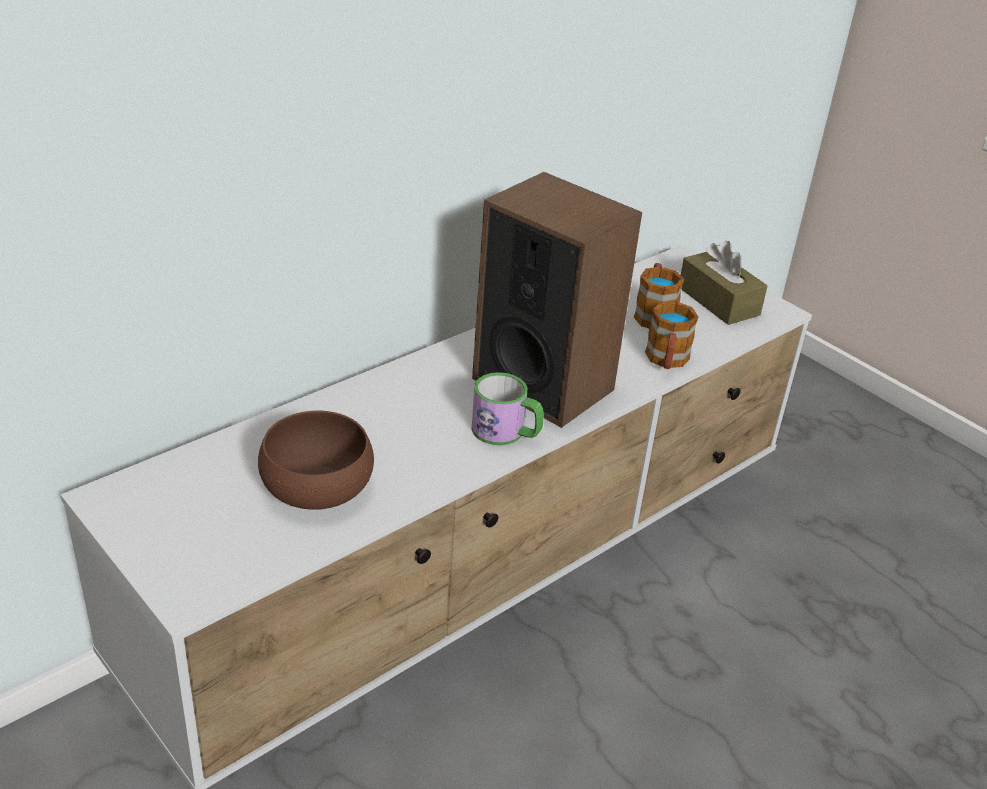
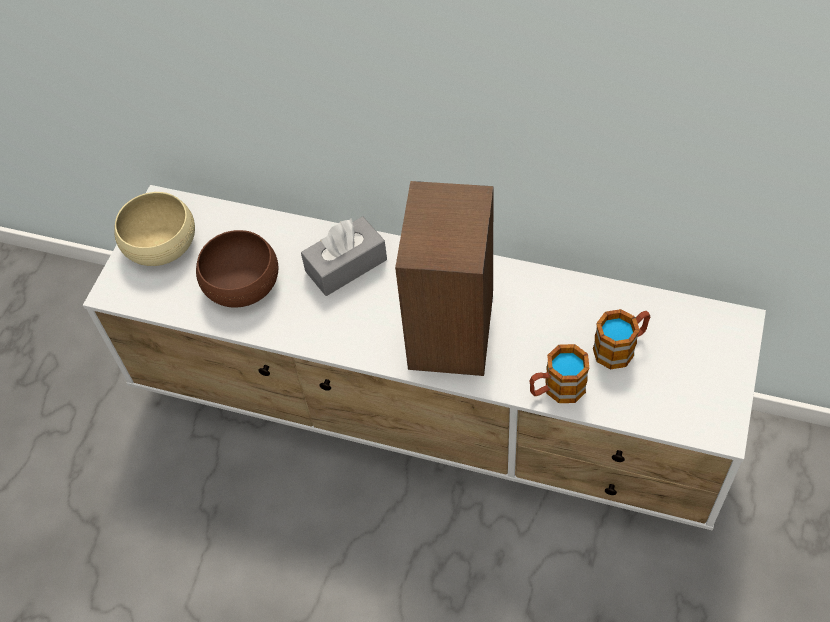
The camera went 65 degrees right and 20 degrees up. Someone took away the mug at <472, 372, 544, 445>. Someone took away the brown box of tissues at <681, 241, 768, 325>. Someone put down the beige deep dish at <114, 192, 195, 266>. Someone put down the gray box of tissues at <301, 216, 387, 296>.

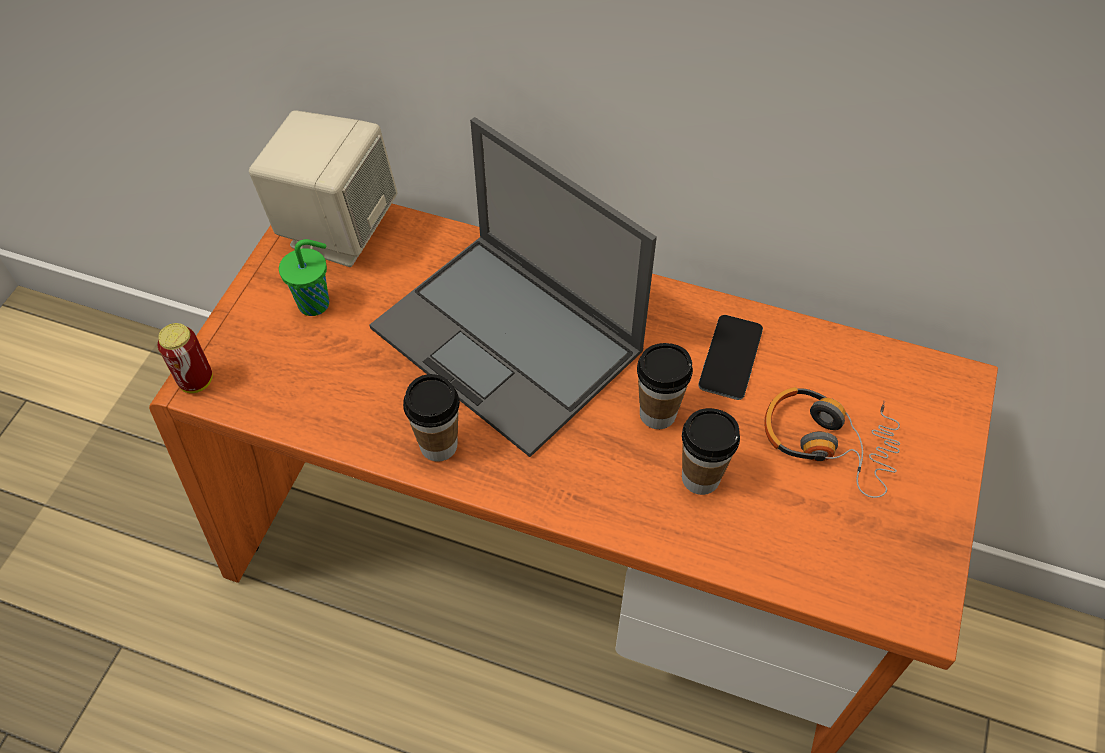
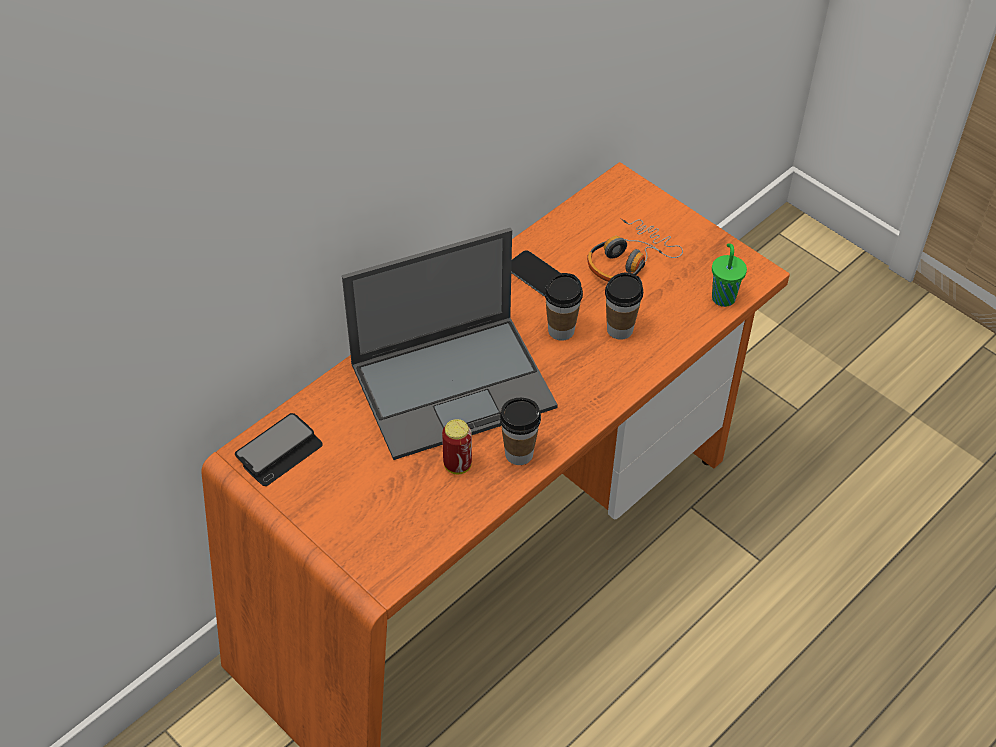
The camera went 65 degrees left and 5 degrees down. Someone carried the can from <158, 323, 213, 393> to <442, 419, 472, 474>. Someone swapped the beige audio speaker at <249, 111, 397, 267> for the handset at <235, 413, 323, 486>. Someone carried the green cup from <279, 239, 329, 316> to <712, 243, 747, 307>.

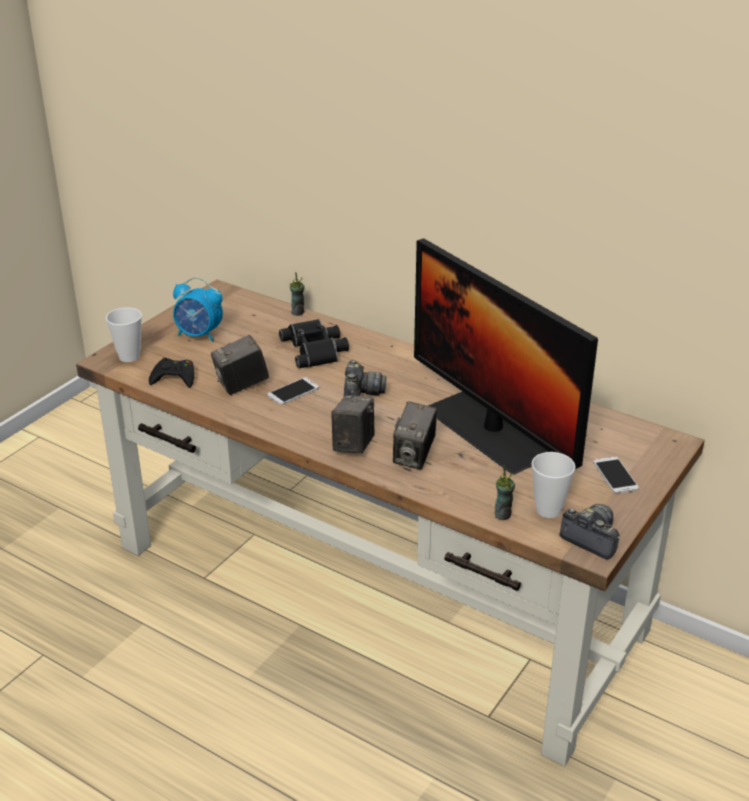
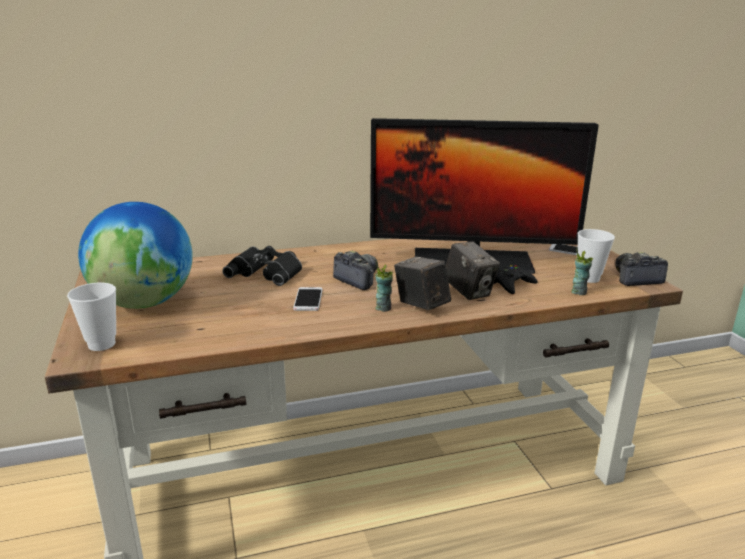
The camera went 50 degrees left and 10 degrees down. Someone carried the black game controller from <149, 358, 194, 388> to <494, 265, 538, 294>. Someone swapped the alarm clock at <173, 277, 223, 342> for the globe at <78, 202, 193, 309>. Someone took away the photo camera at <211, 335, 269, 395>. Someone carried the cup from <290, 272, 304, 316> to <375, 261, 393, 312>.

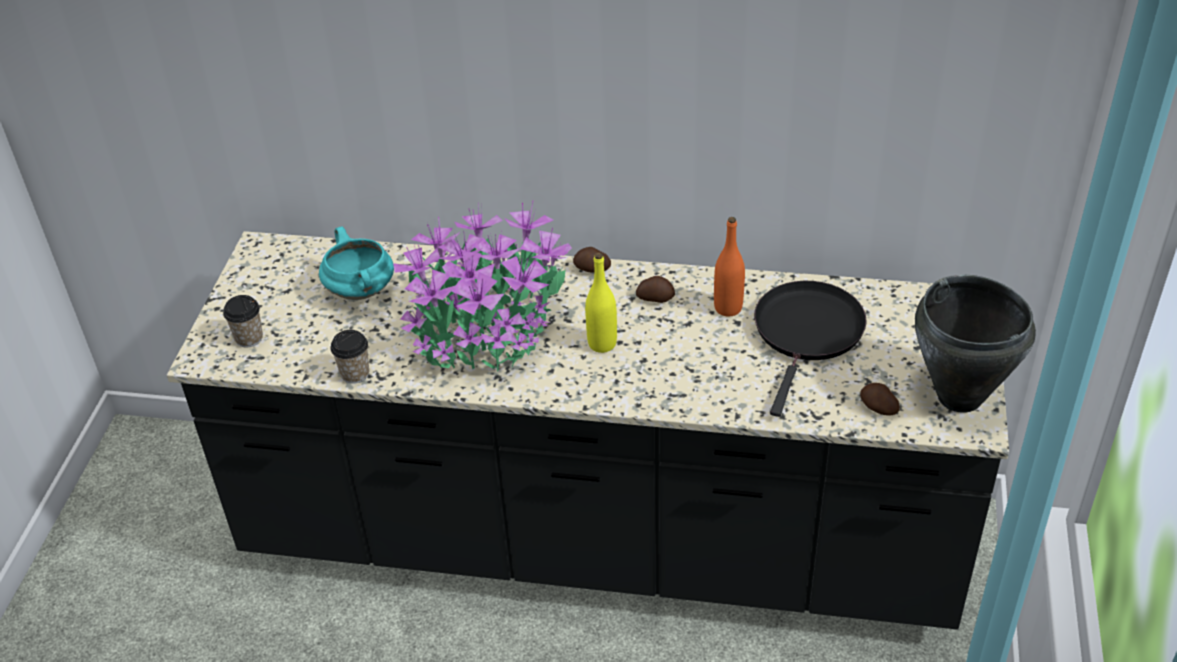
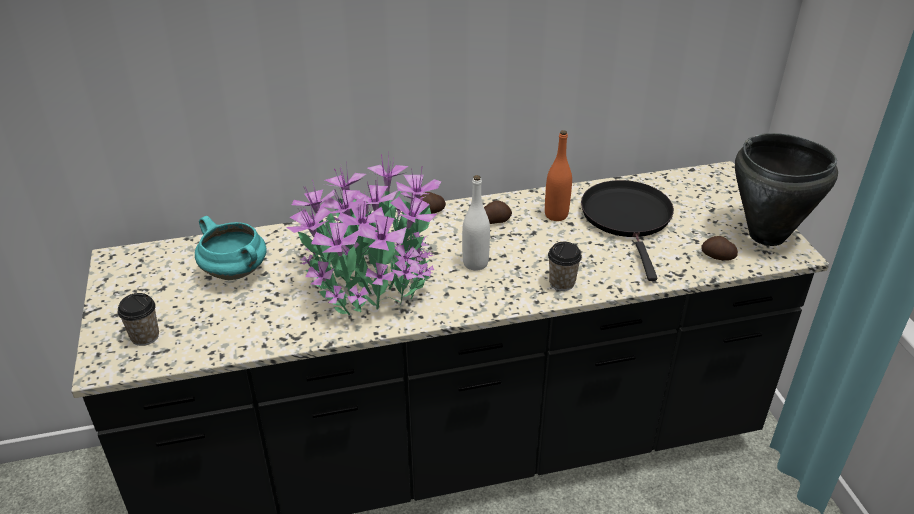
The camera went 25 degrees left and 5 degrees down. Someone carried the cup from <330, 330, 369, 384> to <548, 242, 582, 291>. Someone repainted the yellow drink bottle at <585, 252, 617, 353>, which became the whitish drink bottle at <462, 175, 490, 271>.

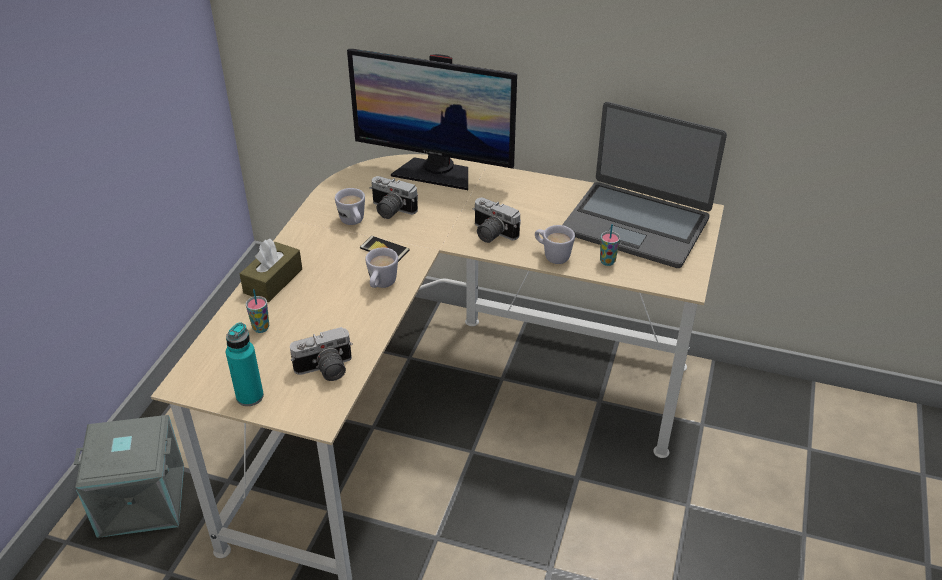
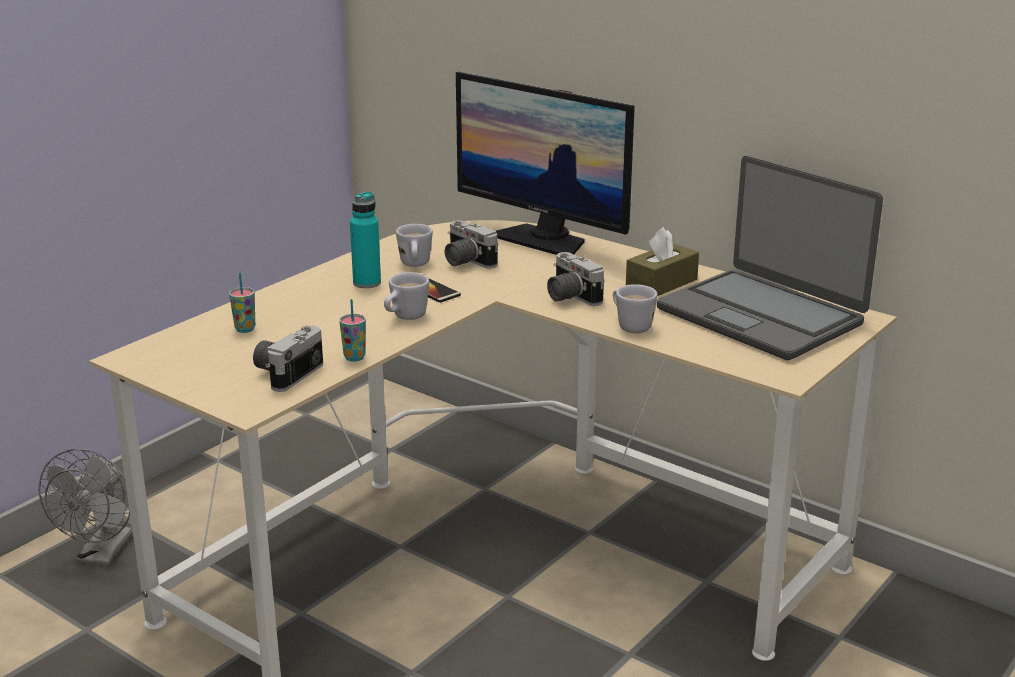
The camera went 20 degrees right and 15 degrees down. Someone swapped the gray storage container at <74, 415, 184, 538> for the gray fan at <39, 449, 133, 566>. Someone carried the turquoise-coloured drink bottle from <226, 323, 264, 406> to <350, 191, 381, 288>. Someone carried the brown box of tissues from <240, 239, 302, 302> to <626, 227, 699, 296>. Someone rotated the photo camera at <290, 327, 353, 381> by 120 degrees clockwise. Someone carried the cup from <600, 224, 620, 266> to <339, 299, 366, 362>.

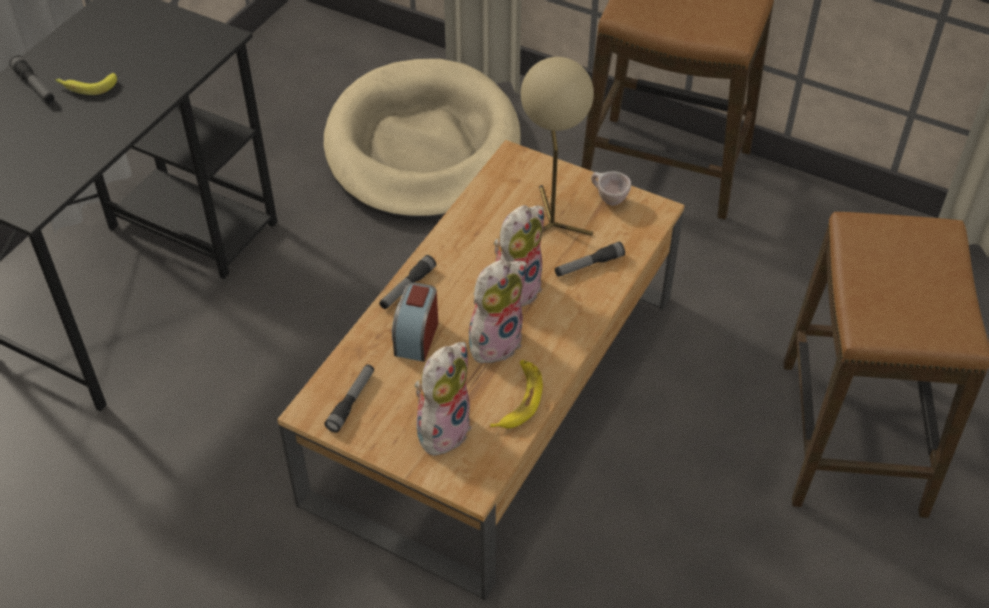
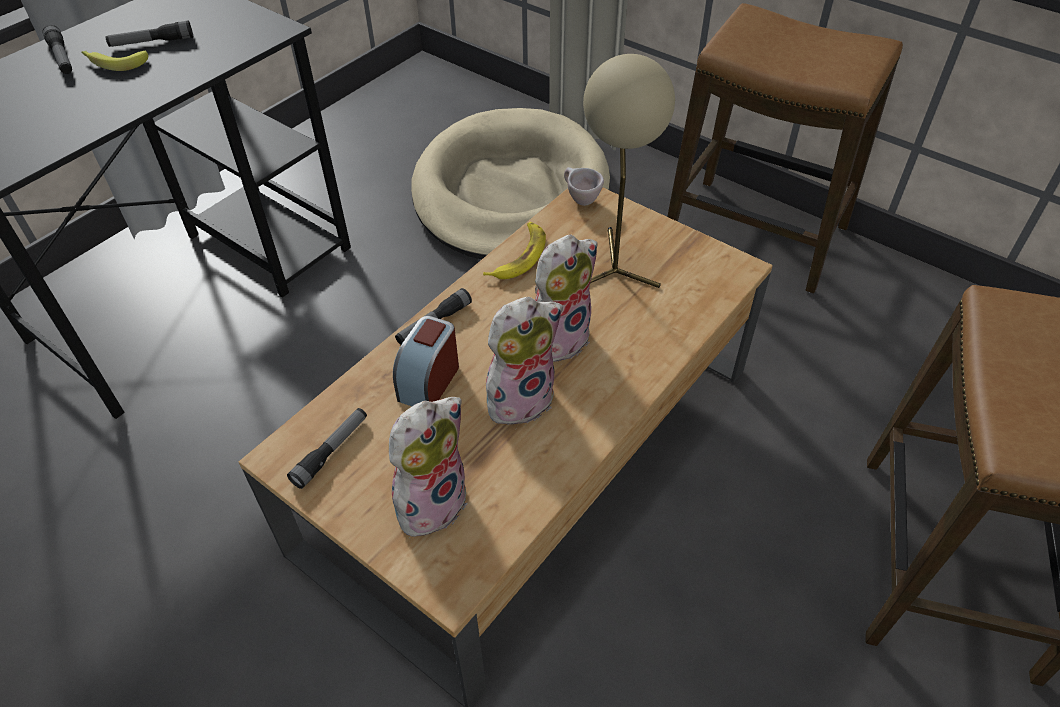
The camera went 10 degrees right and 0 degrees up. Someone carried the banana fruit from <490, 360, 543, 429> to <483, 222, 546, 279>. Someone carried the torch from <555, 242, 625, 277> to <105, 20, 193, 47>. Someone carried the beige cup from <591, 171, 631, 206> to <564, 167, 604, 206>.

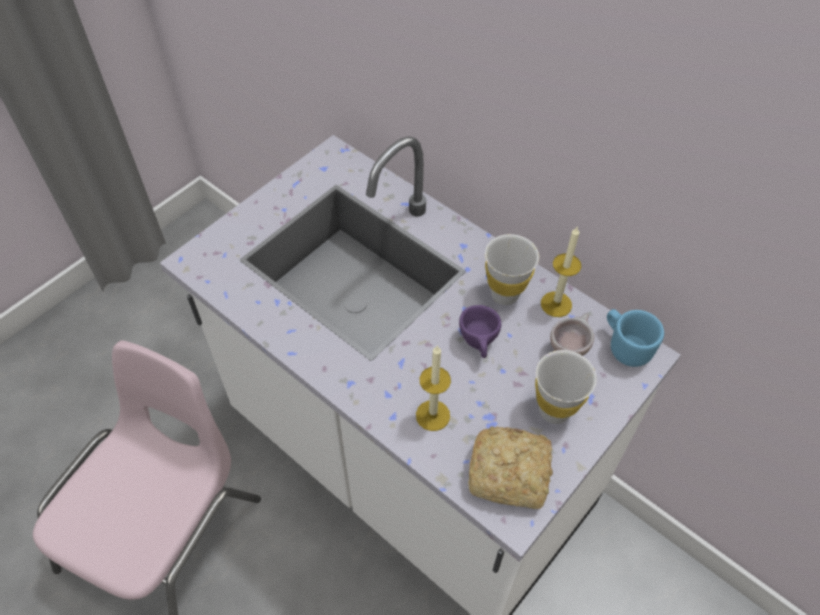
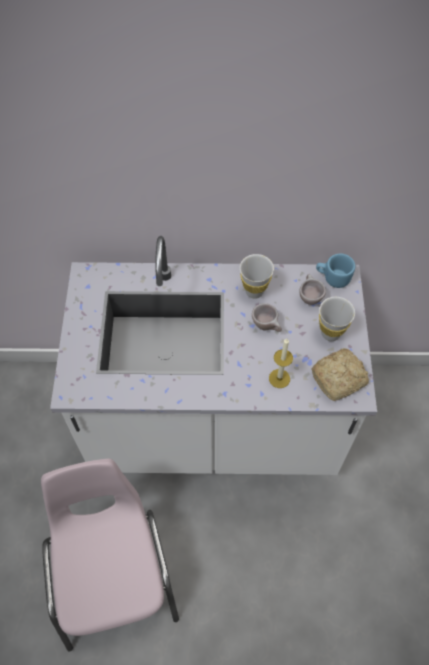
The camera went 40 degrees left and 5 degrees up. Someone repainted the purplish cup at <459, 305, 501, 358>, which became the beige cup at <252, 303, 282, 332>. Someone took away the wax light at <541, 226, 581, 317>.

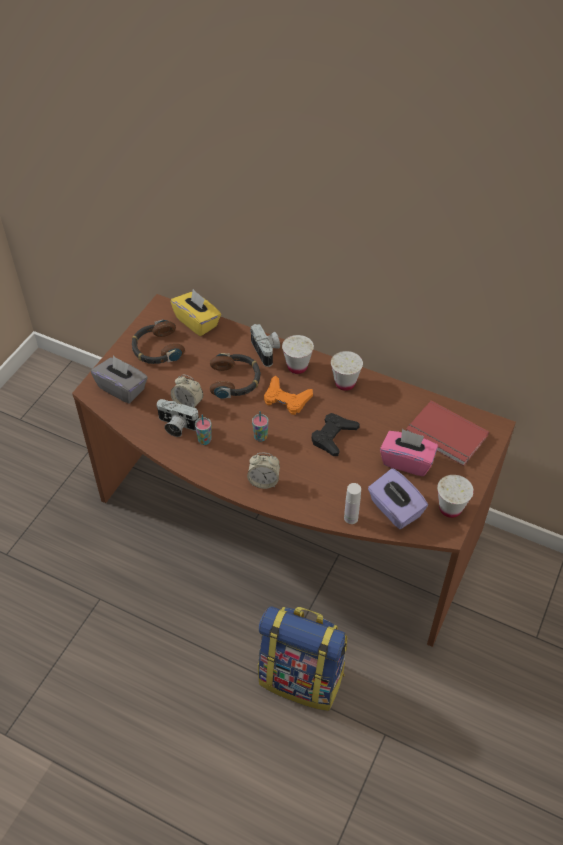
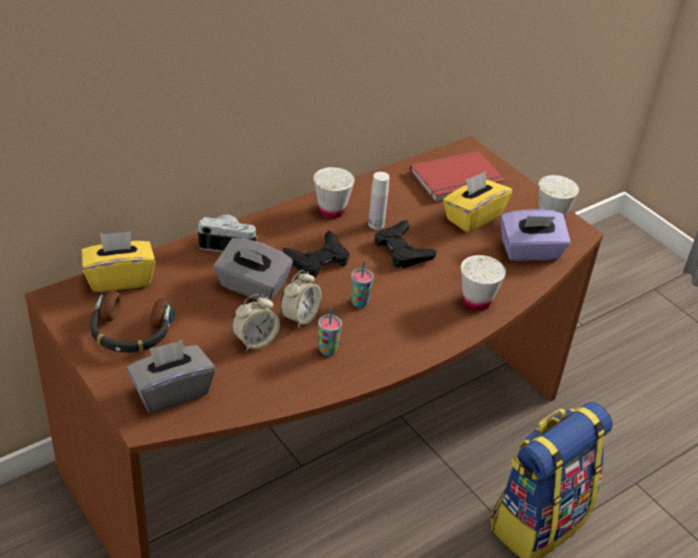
The camera went 65 degrees left and 10 degrees down. Someone took away the photo camera at <156, 399, 199, 437>. Someone swapped the headset at <210, 353, 261, 399> for the gray box of tissues at <213, 238, 293, 300>. Someone carried the alarm clock from <247, 453, 280, 489> to <280, 270, 322, 329>. Someone repainted the orange game controller at <264, 375, 313, 415>, which became the black game controller at <283, 230, 349, 278>. Someone carried the whitish cup from <282, 335, 314, 374> to <461, 255, 506, 311>. Someone carried the whitish drink bottle from <344, 483, 361, 524> to <368, 172, 389, 230>. Someone repainted the pink box of tissues at <380, 429, 438, 476>, which became the yellow box of tissues at <443, 171, 512, 233>.

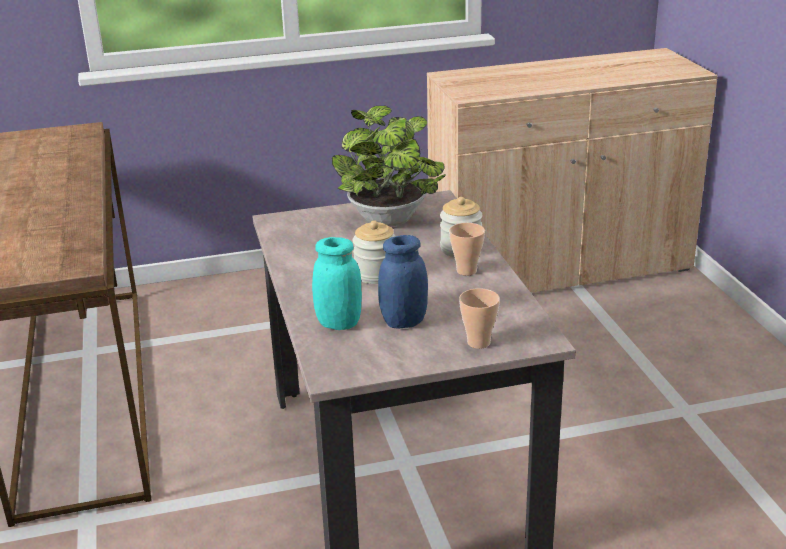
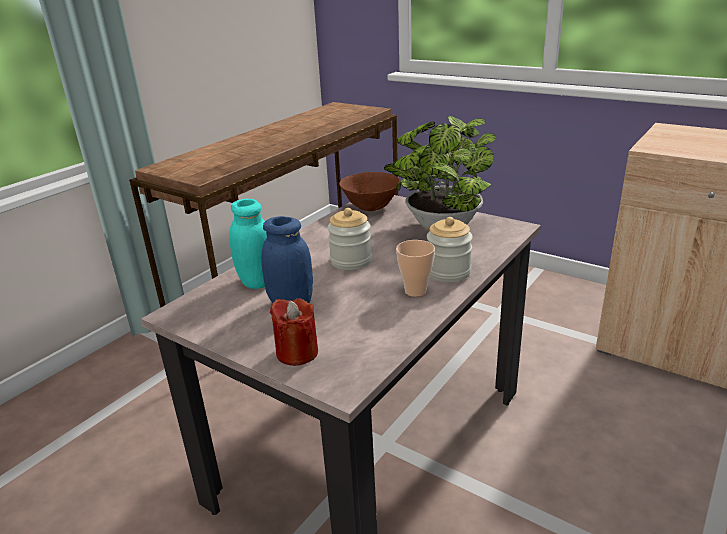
The camera went 50 degrees right and 0 degrees up. Someone swapped the cup at <459, 288, 500, 349> for the red wax light at <270, 298, 318, 366>. Someone put down the brown deep dish at <339, 172, 400, 211>.

